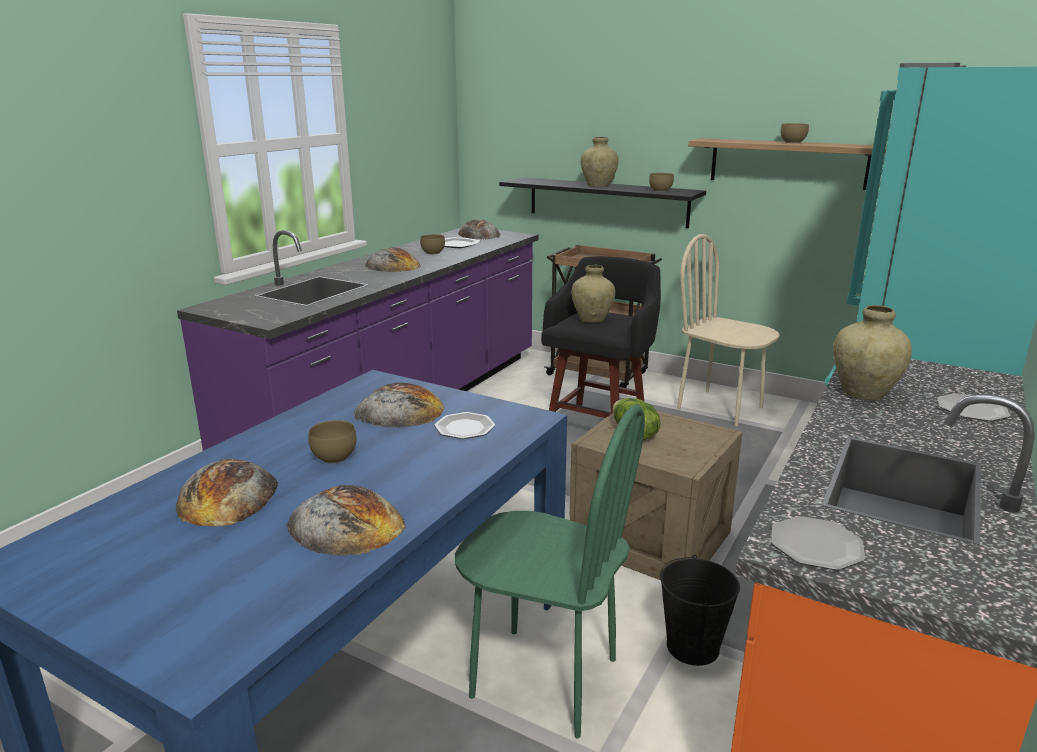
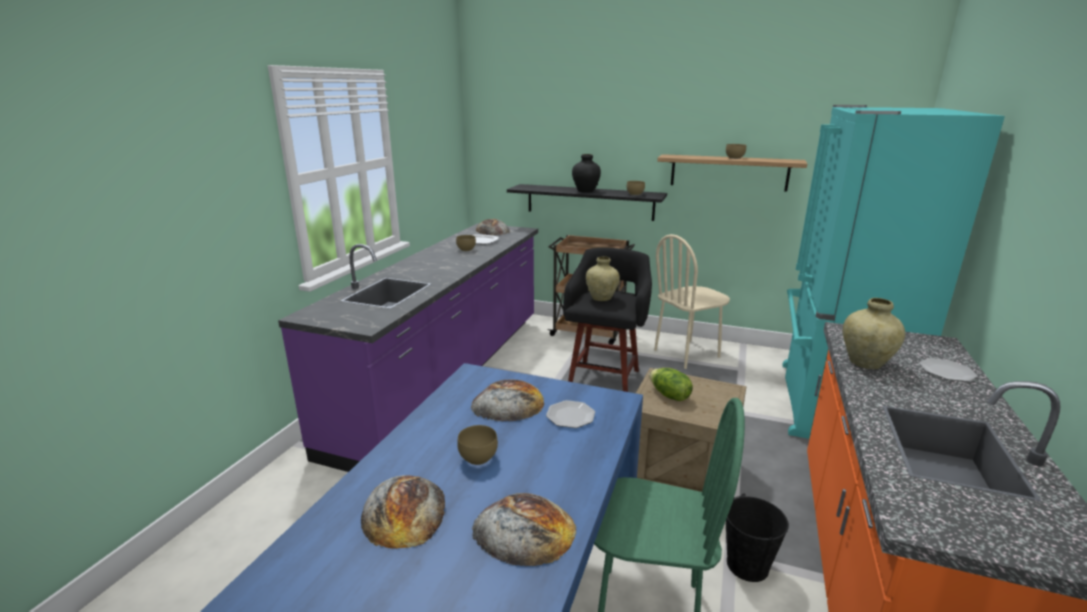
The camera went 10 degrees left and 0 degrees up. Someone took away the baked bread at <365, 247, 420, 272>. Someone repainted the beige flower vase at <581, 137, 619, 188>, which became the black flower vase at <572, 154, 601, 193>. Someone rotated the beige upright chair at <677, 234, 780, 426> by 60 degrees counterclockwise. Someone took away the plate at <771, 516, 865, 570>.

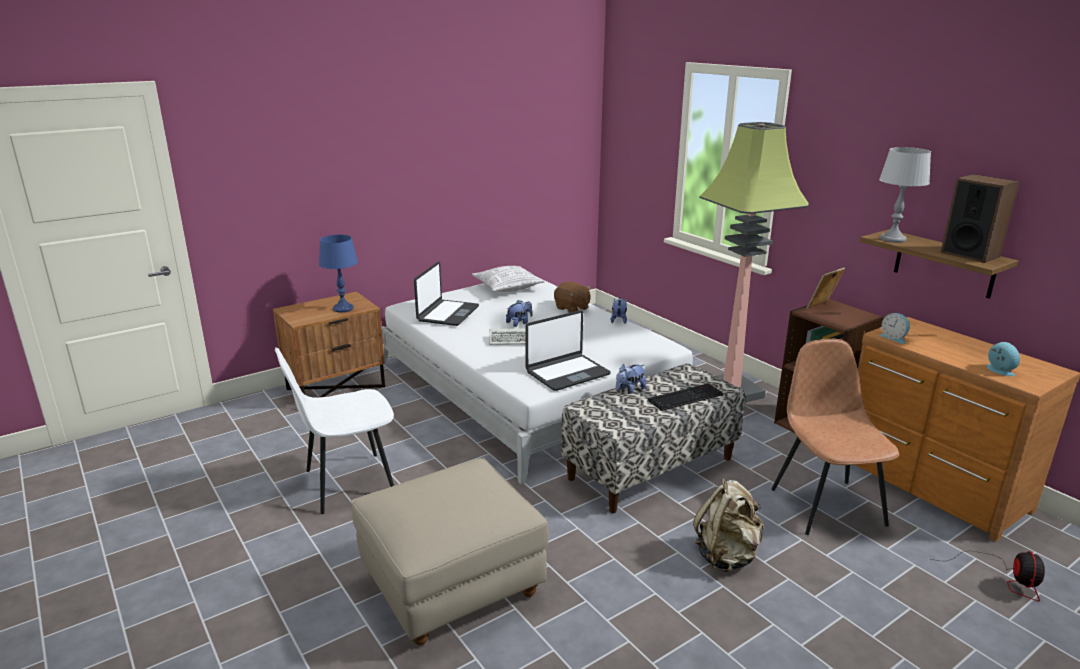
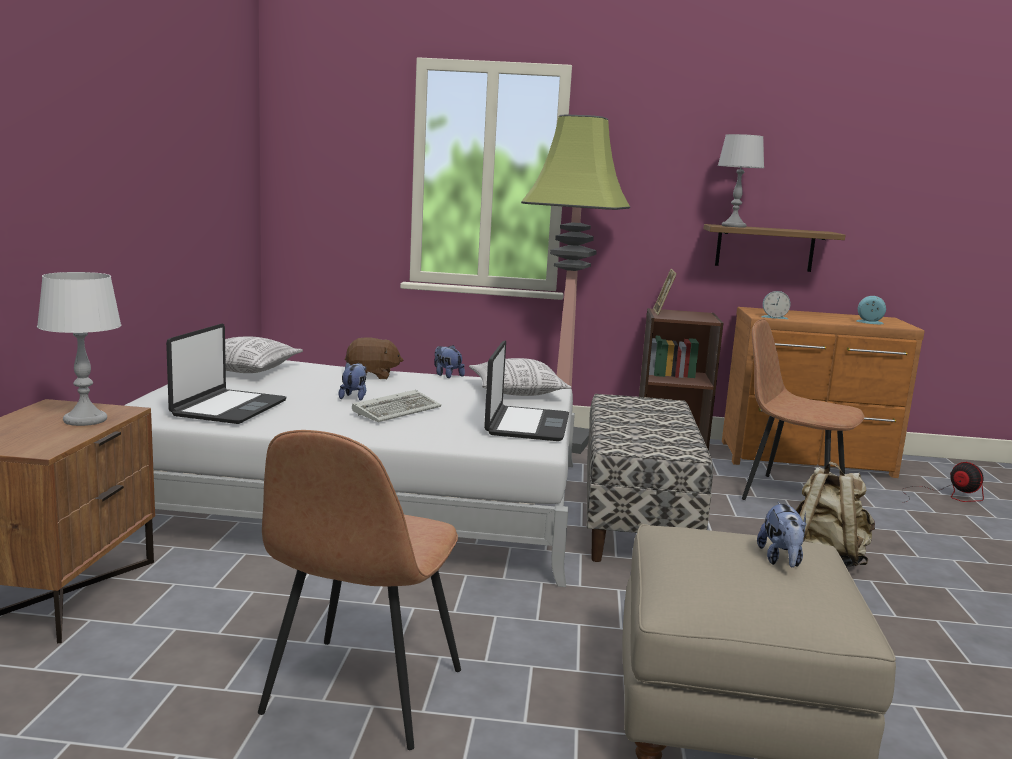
The camera went 50 degrees left and 10 degrees down. Someone repainted the whitish upright chair at <275, 347, 394, 514>, which became the brown upright chair at <258, 430, 461, 750>. Someone repainted the blue lamp for a table at <319, 235, 358, 312>, which became the whitish lamp for a table at <37, 272, 121, 426>. Someone rotated the laptop at <414, 262, 479, 326> by 45 degrees clockwise. Someone carried the plush toy from <616, 364, 646, 394> to <757, 502, 807, 567>. Someone took away the computer keyboard at <647, 383, 724, 411>. Someone took away the audio speaker at <941, 174, 1020, 263>. Someone put down the pillow at <469, 358, 571, 396>.

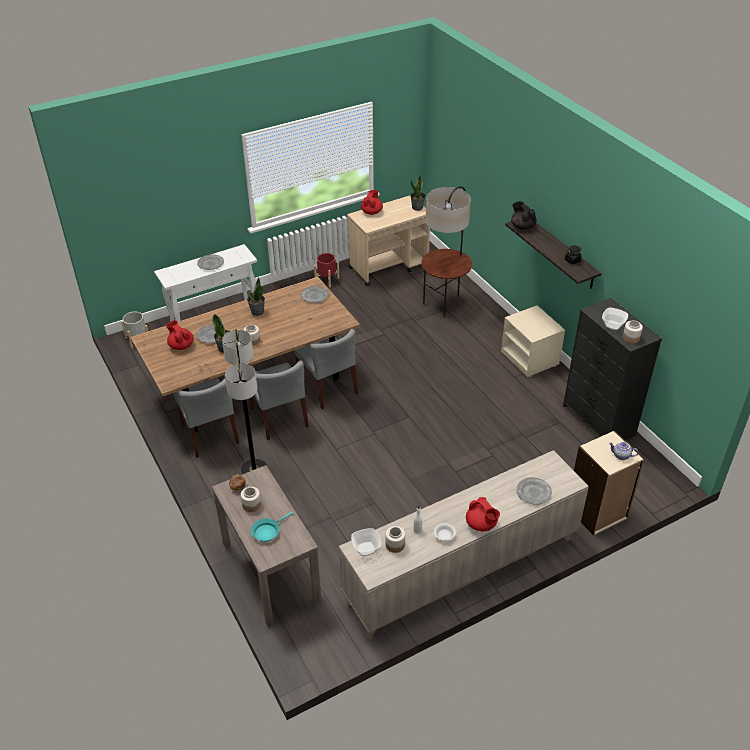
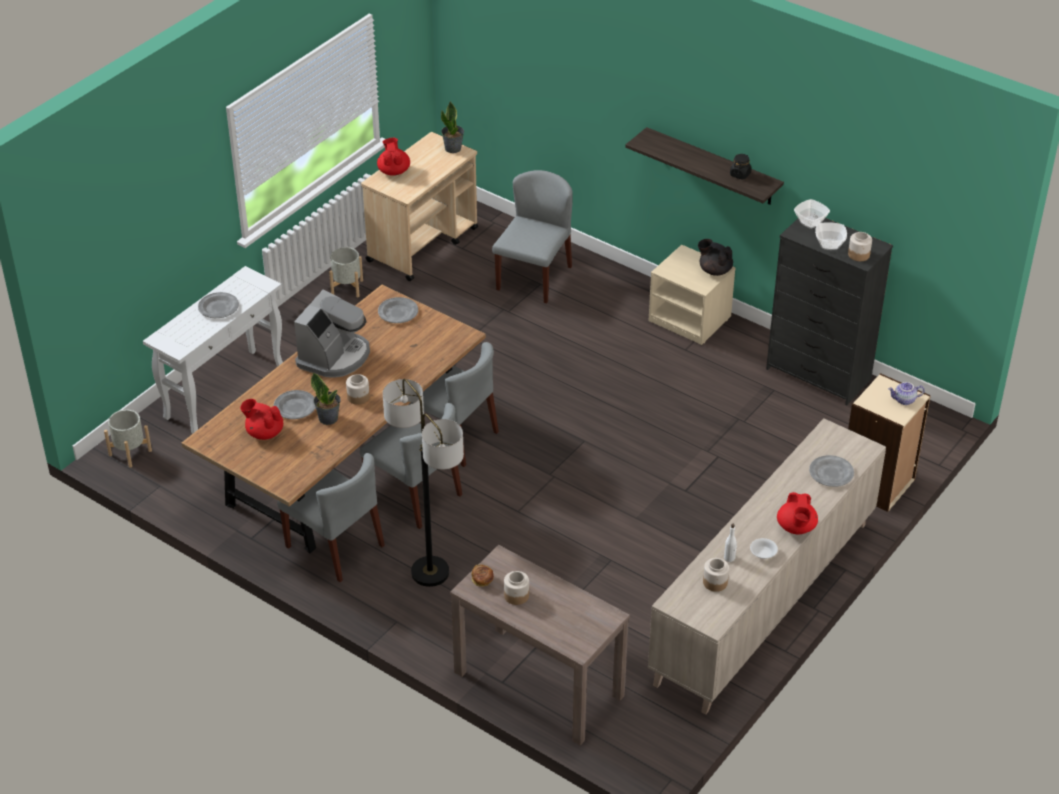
The camera went 25 degrees left and 0 degrees up. Someone swapped the houseplant at <247, 278, 265, 316> for the coffee brewer at <294, 290, 370, 378>. Someone took away the turquoise-coloured pan at <251, 512, 293, 542>. Someone repainted the red planter at <314, 253, 340, 287>, which became the gray planter at <329, 247, 363, 297>. Someone carried the deep dish from <351, 528, 381, 556> to <794, 199, 830, 229>. Someone swapped the standard lamp at <421, 186, 472, 318> for the gray upright chair at <492, 170, 573, 303>. Someone rotated the red pot for tea at <466, 497, 500, 531> by 60 degrees clockwise. Someone carried the black pot for tea from <511, 201, 537, 230> to <698, 239, 733, 276>.

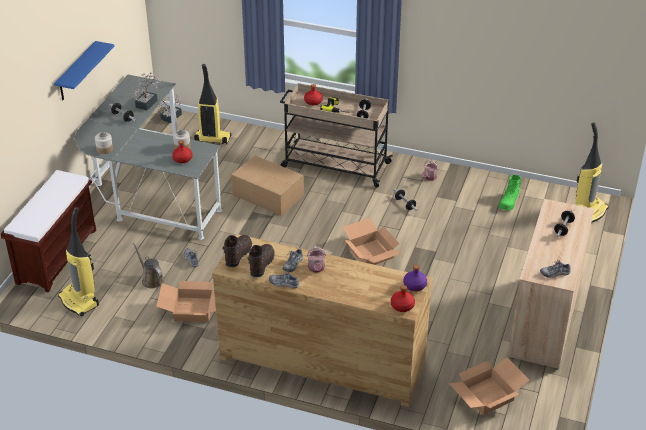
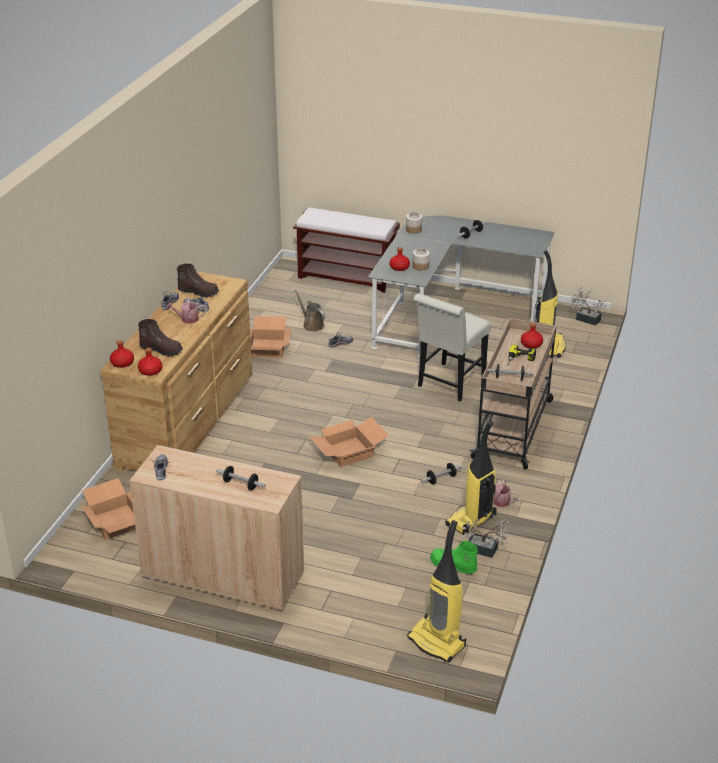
The camera went 90 degrees right and 5 degrees down. Someone took away the blue bracket shelf at <54, 41, 114, 100>. Someone carried the hoover from <58, 207, 99, 317> to <445, 421, 497, 535>. Someone rotated the brown watering pot at <133, 243, 164, 288> by 90 degrees counterclockwise. Someone carried the houseplant from <134, 72, 161, 111> to <462, 519, 509, 558>. Someone carried the brown high-top boot from <222, 235, 252, 267> to <138, 319, 183, 357>. Someone swapped the cardboard box at <231, 156, 304, 216> for the whitish upright chair at <413, 293, 491, 401>. Someone repainted the purplish drink bottle at <403, 265, 427, 291>, which became the red drink bottle at <138, 348, 162, 376>.

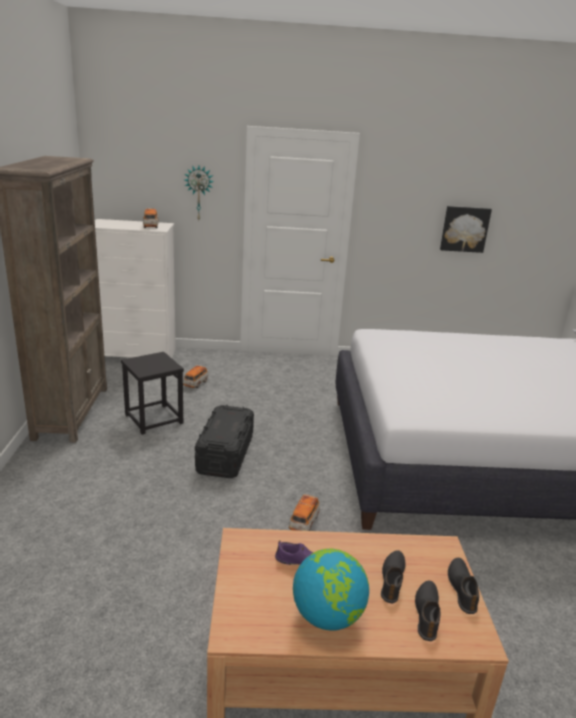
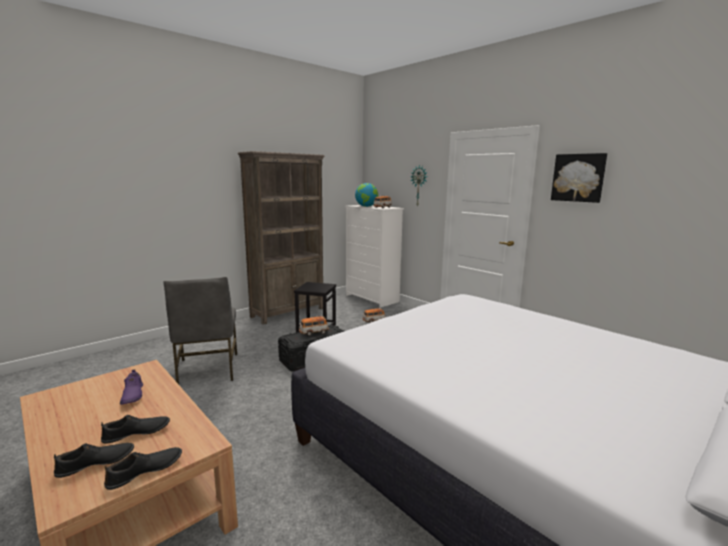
The camera went 50 degrees right and 10 degrees down. Someone carried the model car from <289, 494, 320, 531> to <299, 315, 329, 336>. Someone carried the globe from <293, 549, 369, 631> to <355, 183, 378, 207>. Someone carried the picture from <440, 206, 492, 253> to <551, 153, 607, 203>. Someone put down the gray upright chair at <163, 277, 237, 384>.

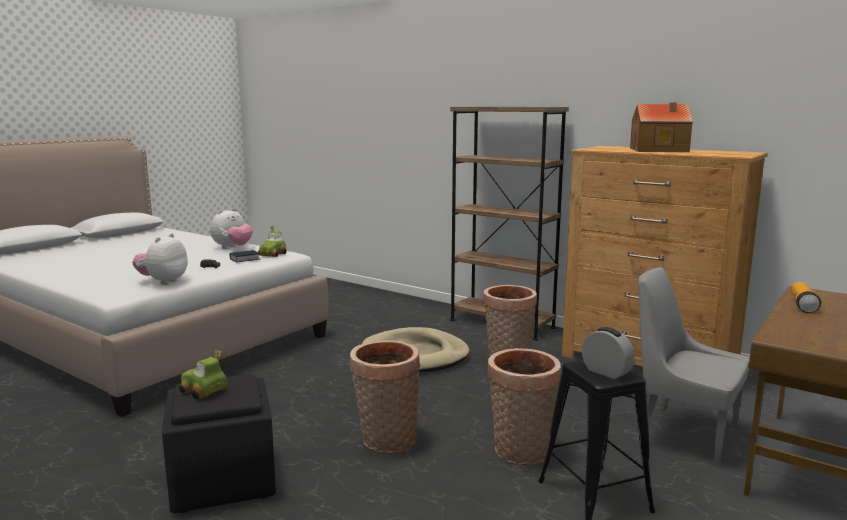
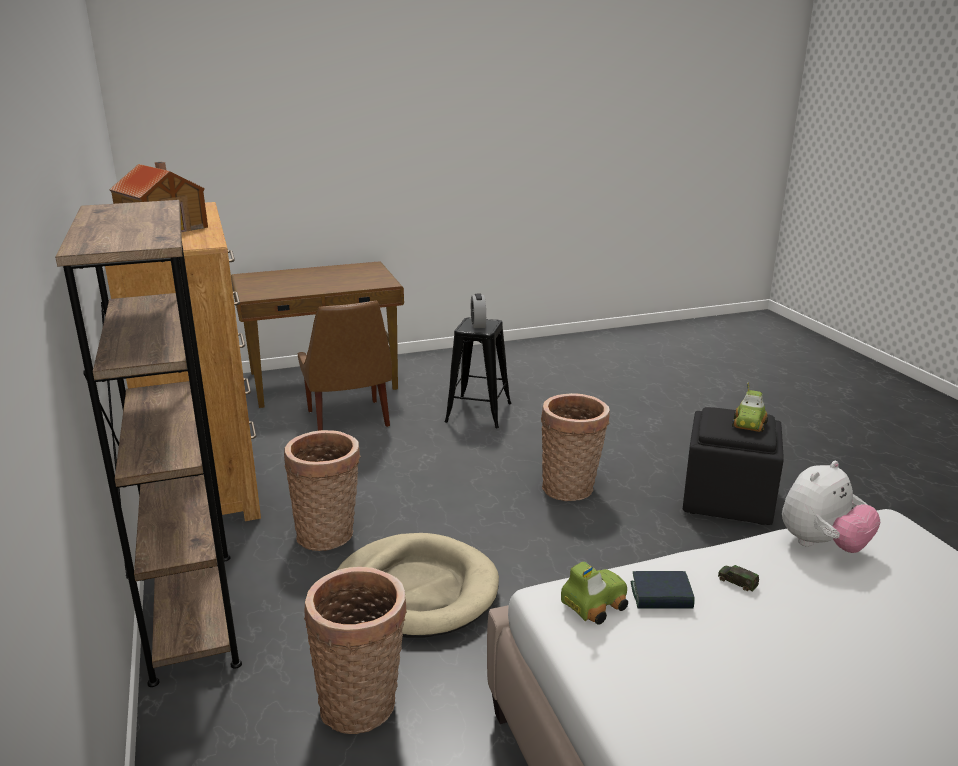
The camera went 145 degrees left and 10 degrees up. Someone rotated the model car at <179, 350, 227, 400> by 45 degrees clockwise. Someone took away the plush toy at <210, 208, 253, 249>. Someone carried the basket from <488, 348, 561, 465> to <304, 567, 407, 734>. Someone repainted the gray upright chair at <637, 267, 750, 465>, which became the brown upright chair at <298, 301, 392, 431>. Someone took away the torch at <791, 282, 821, 313>.

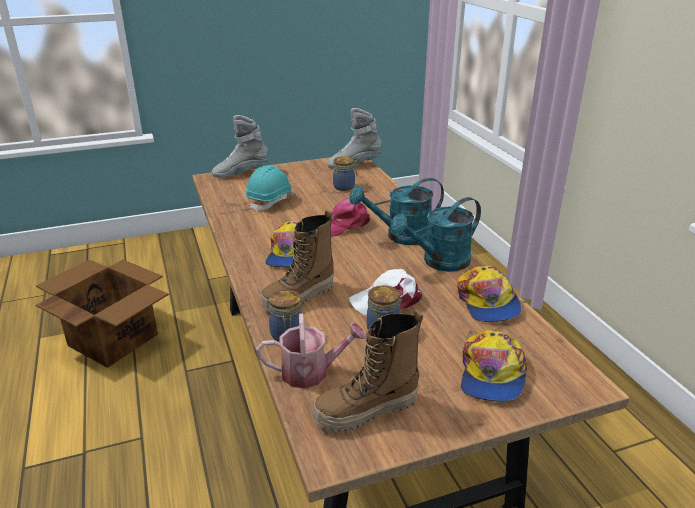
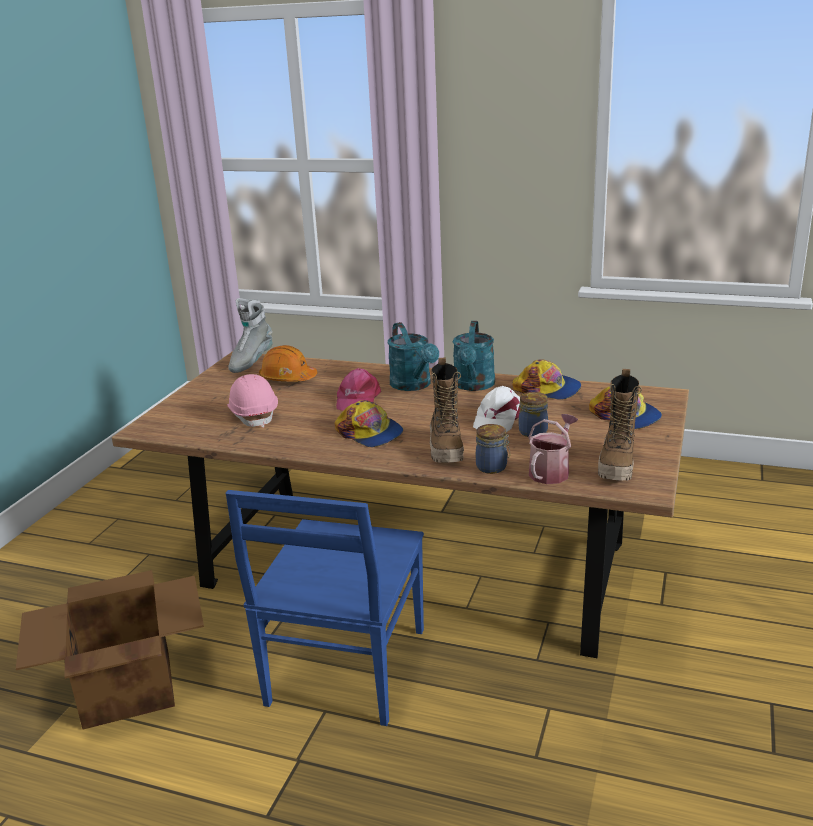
The camera went 50 degrees left and 5 degrees down. Someone took away the gray high-top boot at <212, 115, 269, 178>. Someone repainted the turquoise-coloured hard hat at <245, 165, 295, 212>, which became the pink hard hat at <227, 374, 278, 428>. Someone swapped the jar at <333, 156, 357, 191> for the orange hard hat at <259, 345, 317, 382>. Someone rotated the turquoise-coloured watering pot at <350, 178, 444, 245> by 45 degrees counterclockwise. Someone put down the blue upright chair at <225, 490, 424, 726>.

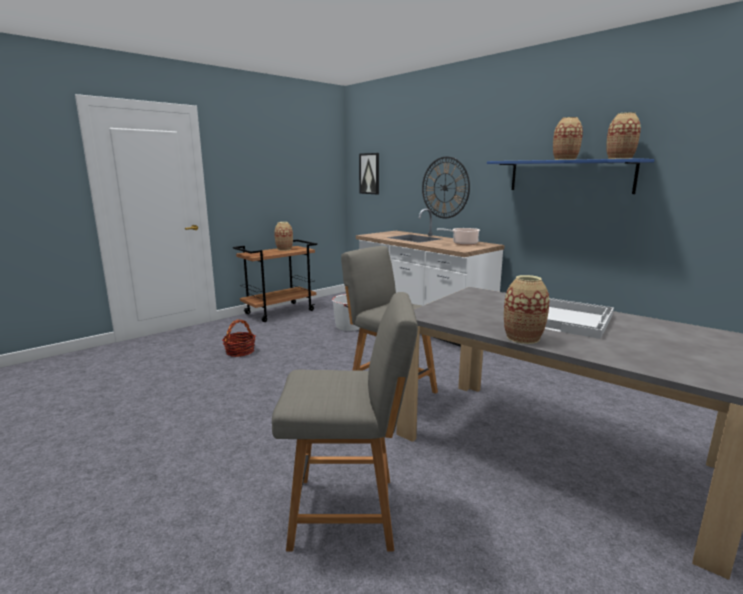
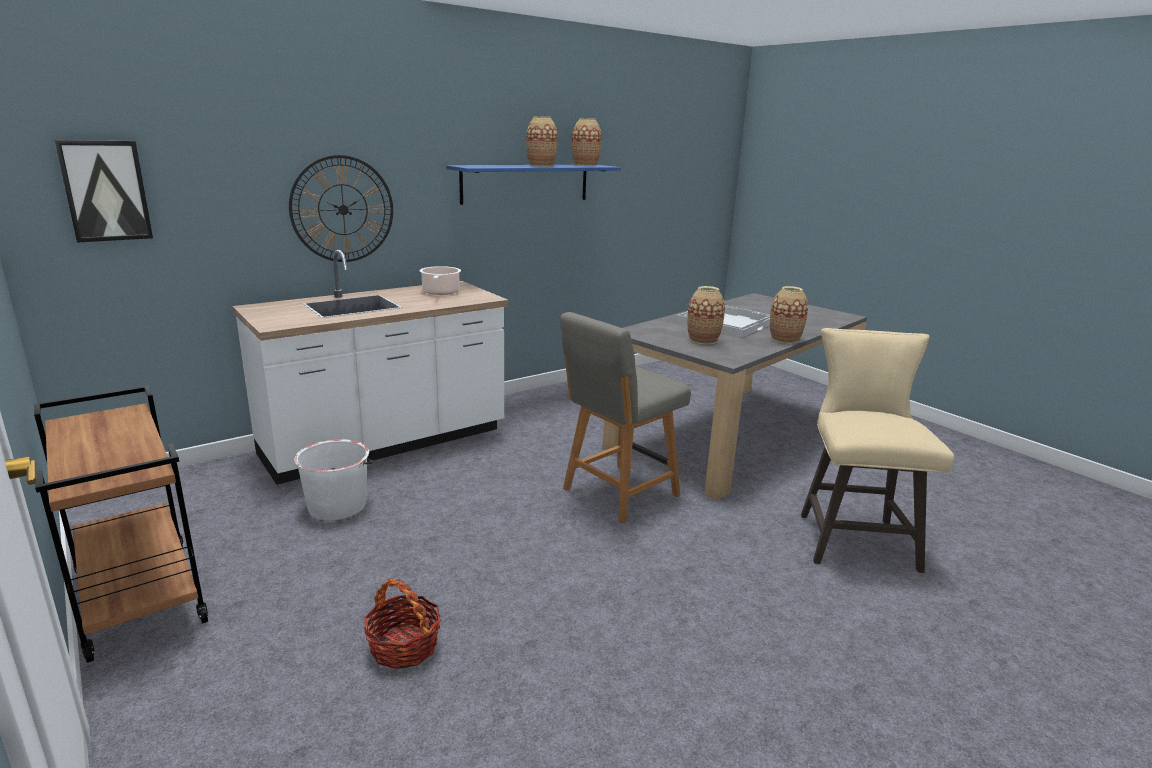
The camera went 85 degrees left and 5 degrees up. Someone swapped the gray upright chair at <272, 292, 418, 551> for the beige sitting stool at <801, 328, 954, 573>. Someone carried the flower vase from <274, 222, 293, 251> to <687, 286, 725, 344>.

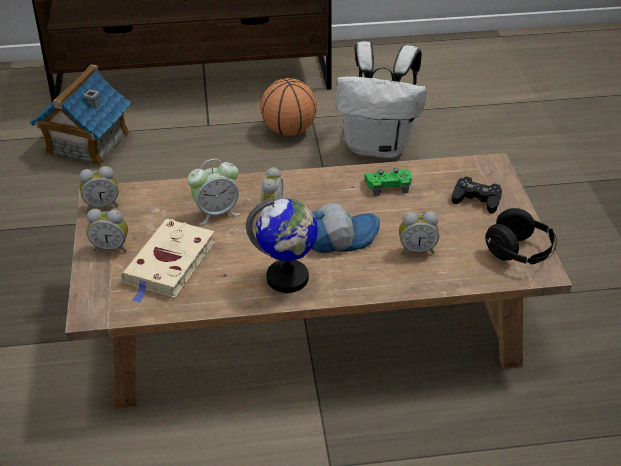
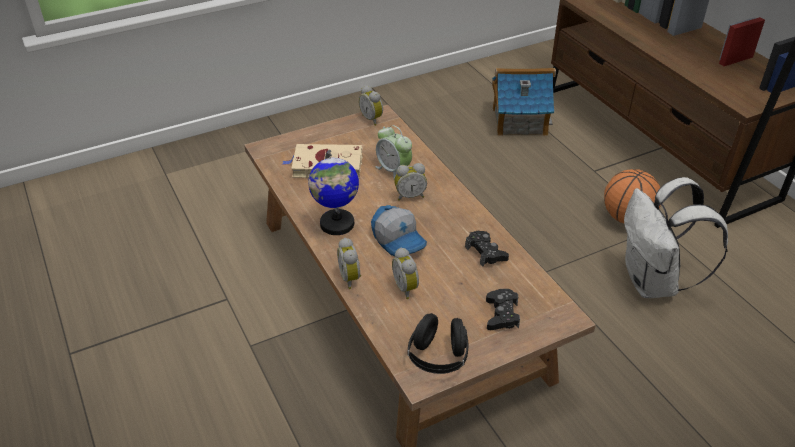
The camera went 70 degrees right and 0 degrees up. Someone carried the alarm clock from <87, 209, 128, 252> to <337, 238, 361, 289>. Someone repainted the green game controller at <364, 168, 412, 196>, which became the black game controller at <465, 231, 509, 267>.

